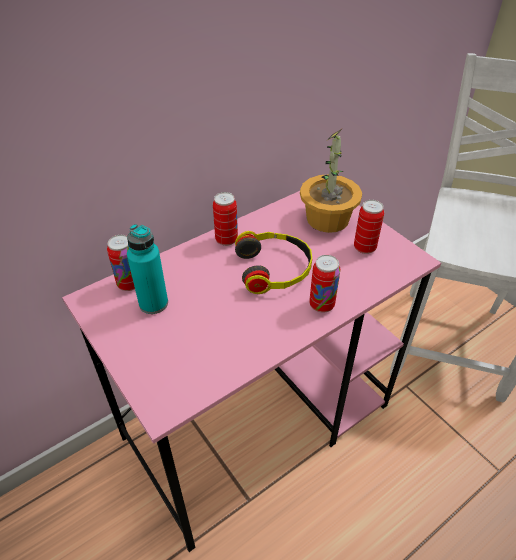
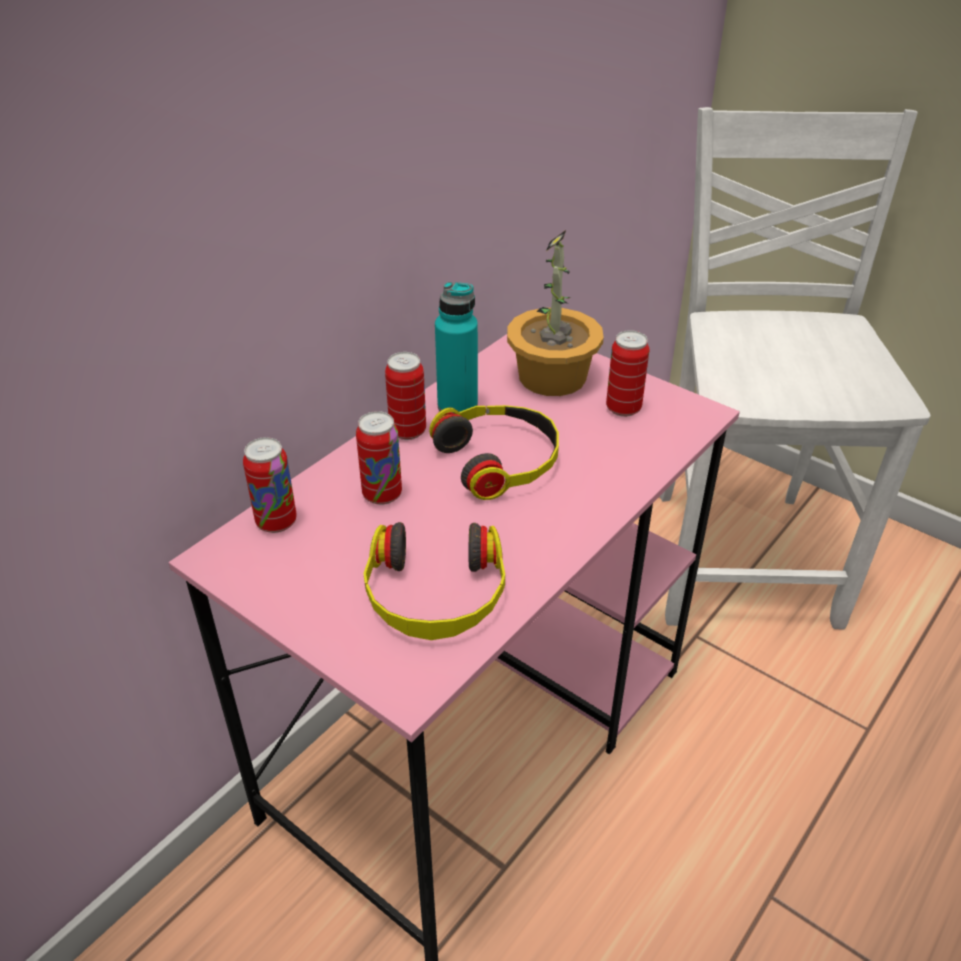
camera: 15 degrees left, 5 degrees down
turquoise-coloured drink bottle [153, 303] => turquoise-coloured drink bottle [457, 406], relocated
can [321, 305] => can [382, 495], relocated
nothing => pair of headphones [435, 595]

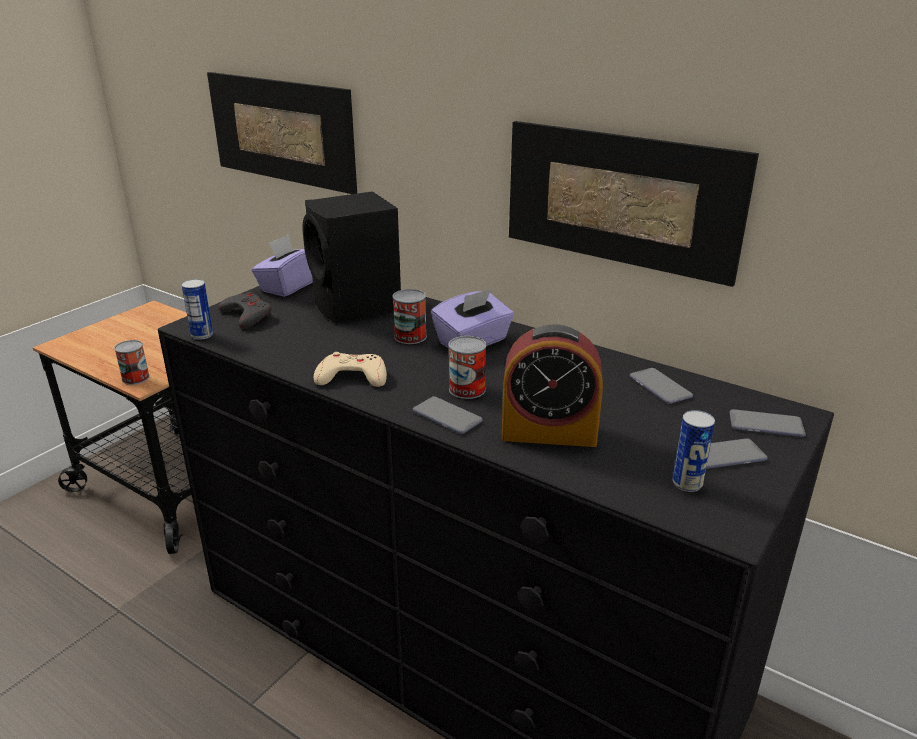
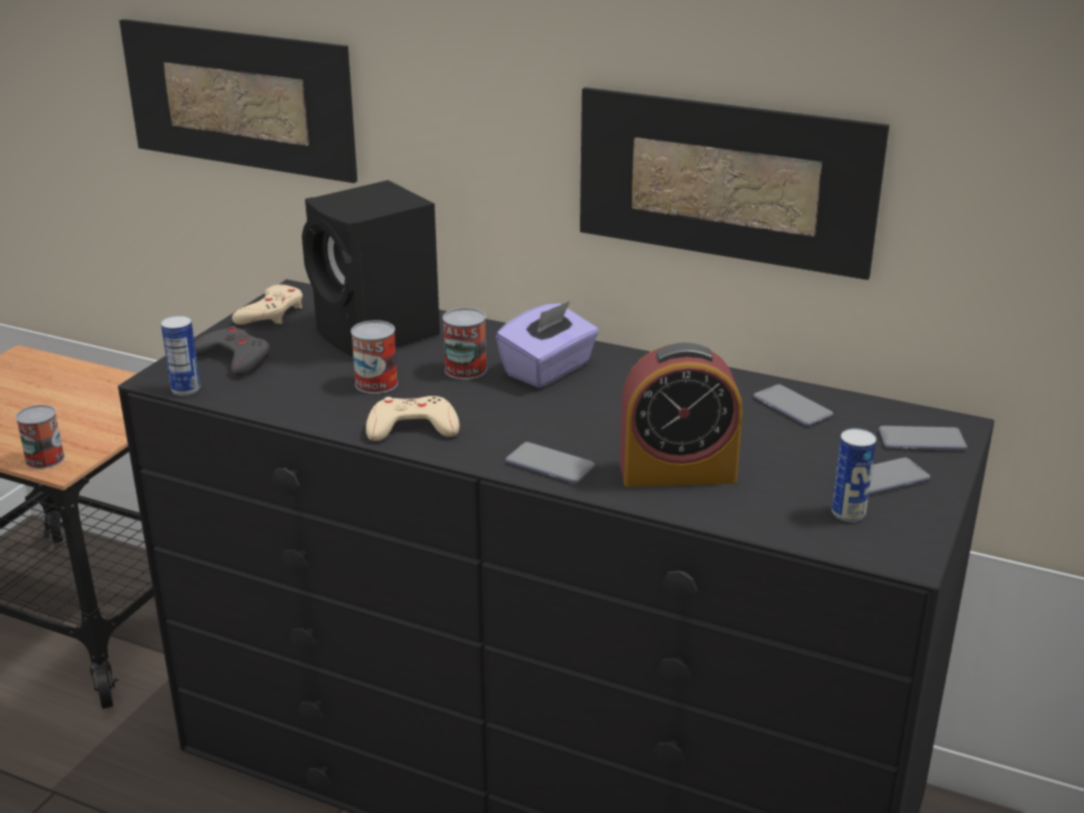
camera: 10 degrees left, 0 degrees up
purple-coloured tissue box [289, 286] => beige joypad [271, 313]
can [467, 389] => can [376, 383], relocated

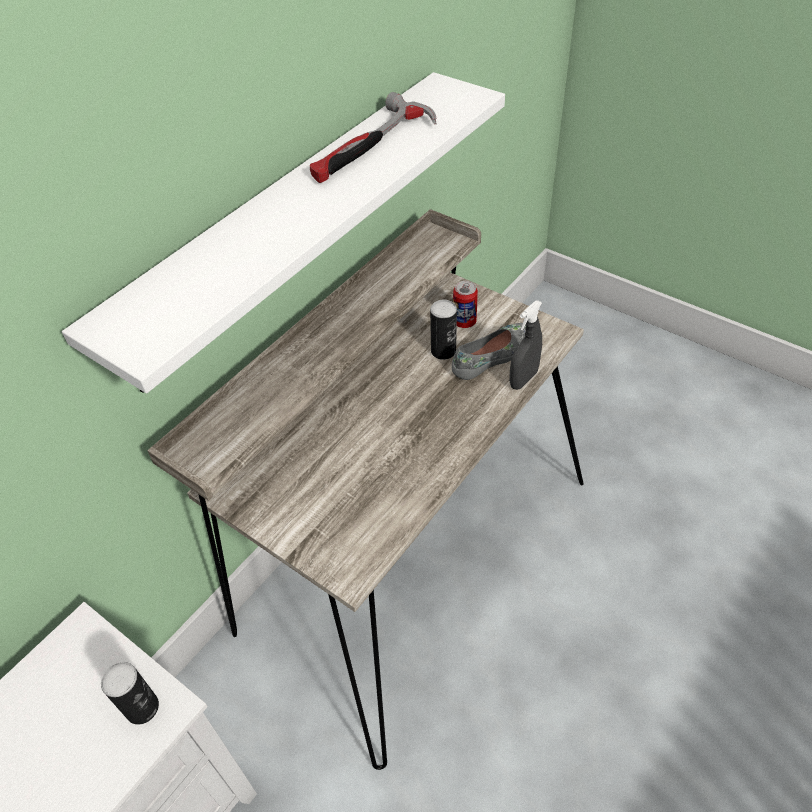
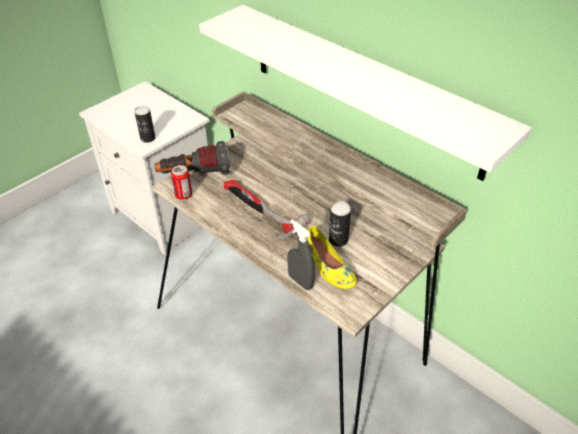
camera: 95 degrees right, 5 degrees down
tool hammer [372, 148] => tool hammer [258, 211], relocated
greyish item of footwear [492, 357] => yellow item of footwear [328, 267]
can [464, 322] => can [183, 195], relocated
nothing => hand torch [194, 175]

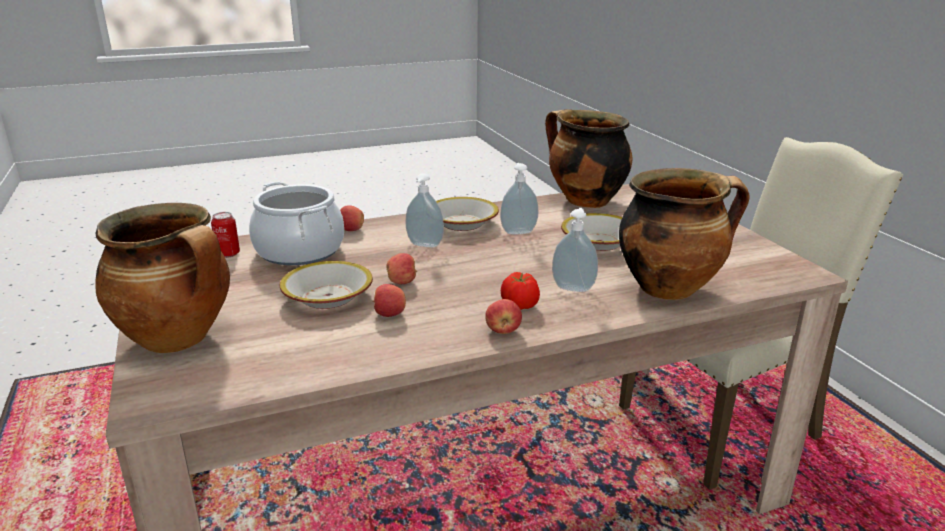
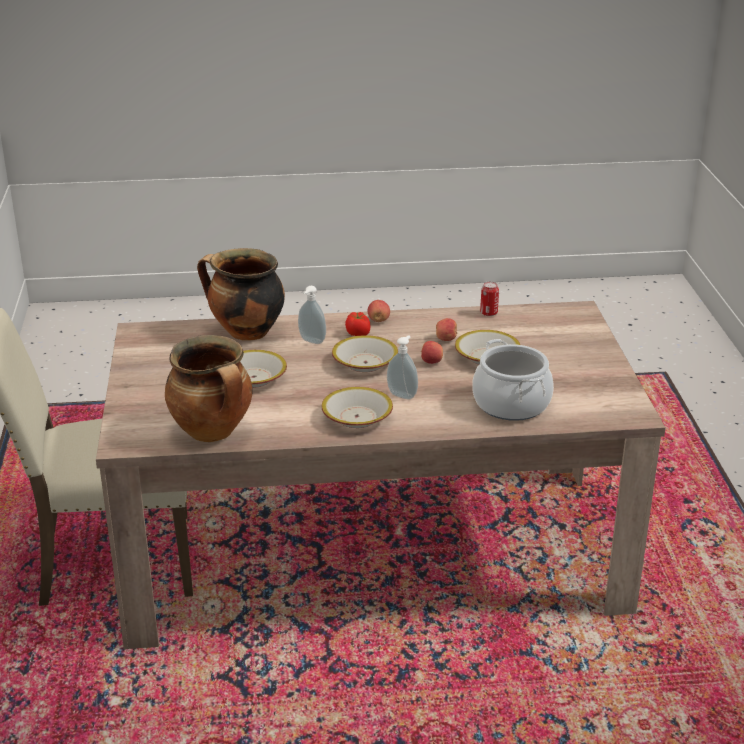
camera: 165 degrees left, 5 degrees up
saucepot [179, 339] => nothing
can [228, 254] => can [488, 313], relocated
apple [351, 230] => nothing
liquid soap bottle [518, 231] => nothing
nothing => bowl [365, 363]

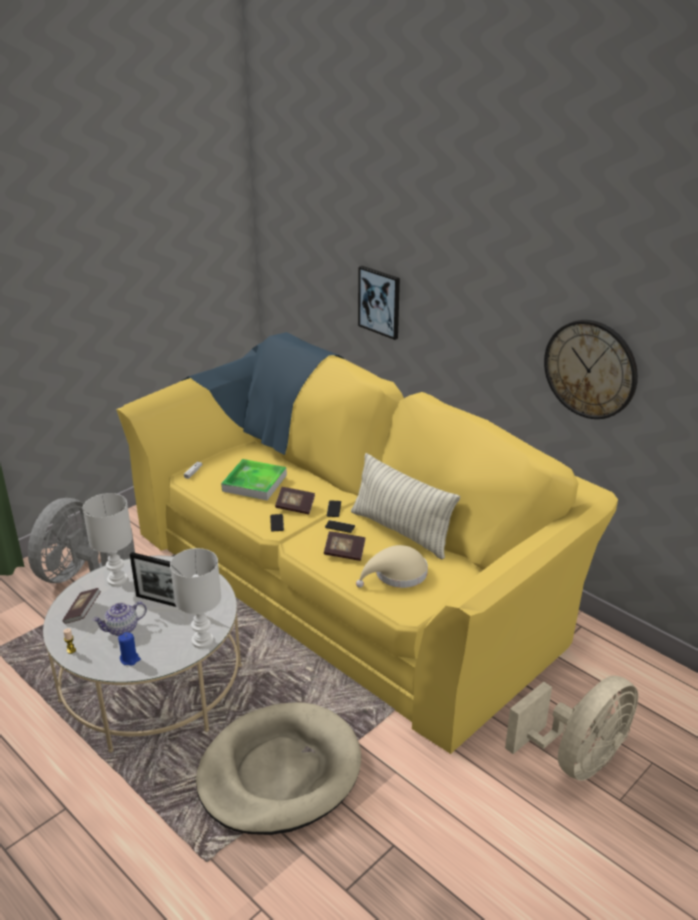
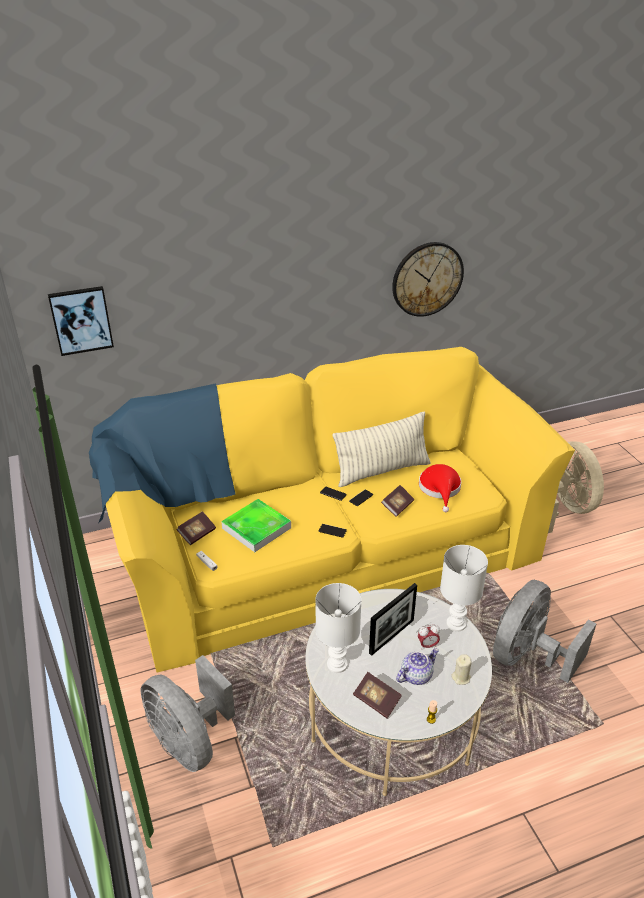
camera: 65 degrees left, 5 degrees up
tea pot [122, 629] => tea pot [416, 675], 120 degrees counterclockwise
blue candle [130, 659] => beige candle [461, 677]
beige dog cushion [279, 772] => greyish cooling fan [527, 656]
book [295, 507] => book [197, 534], relocated
beige wearable hat [397, 575] => red-coloured wearable hat [440, 489]
picture [380, 302] => picture [81, 320], relocated
nothing => bedside clock [427, 645]

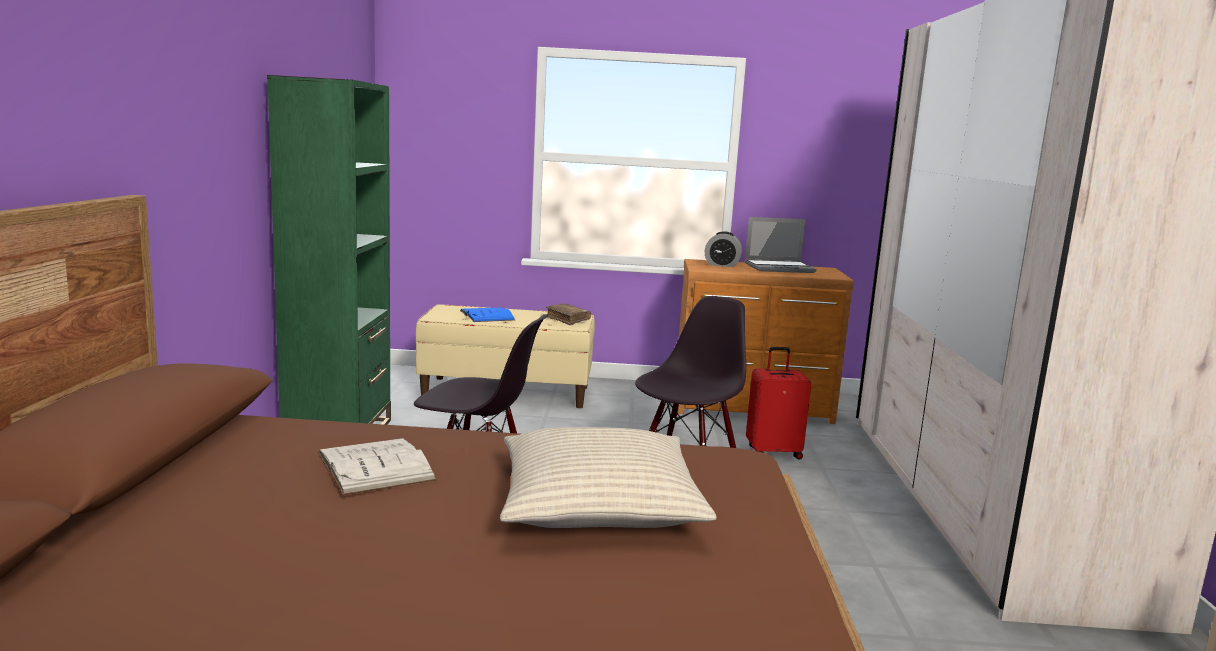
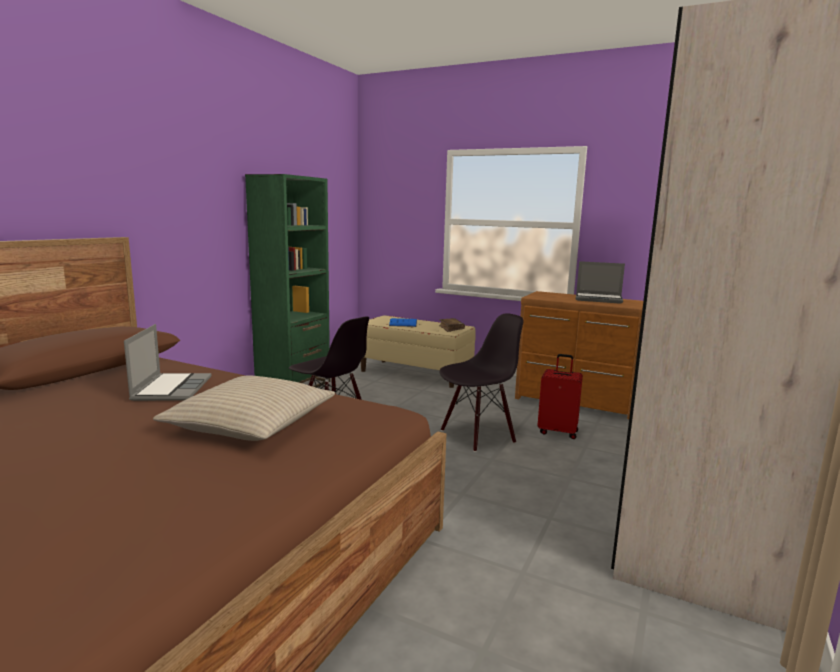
camera: 25 degrees right, 0 degrees up
whitish book [375, 466] => notebook computer [171, 388]
bedside clock [722, 265] => nothing

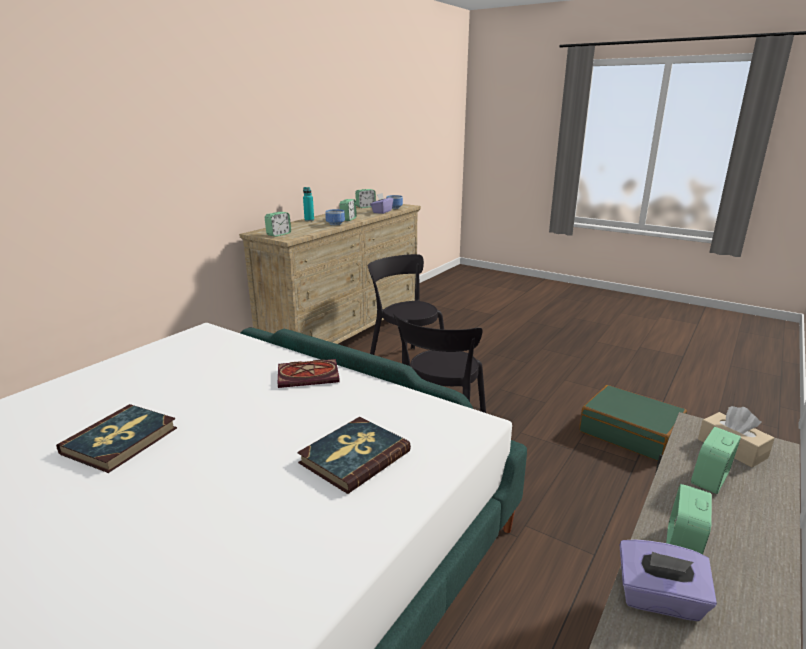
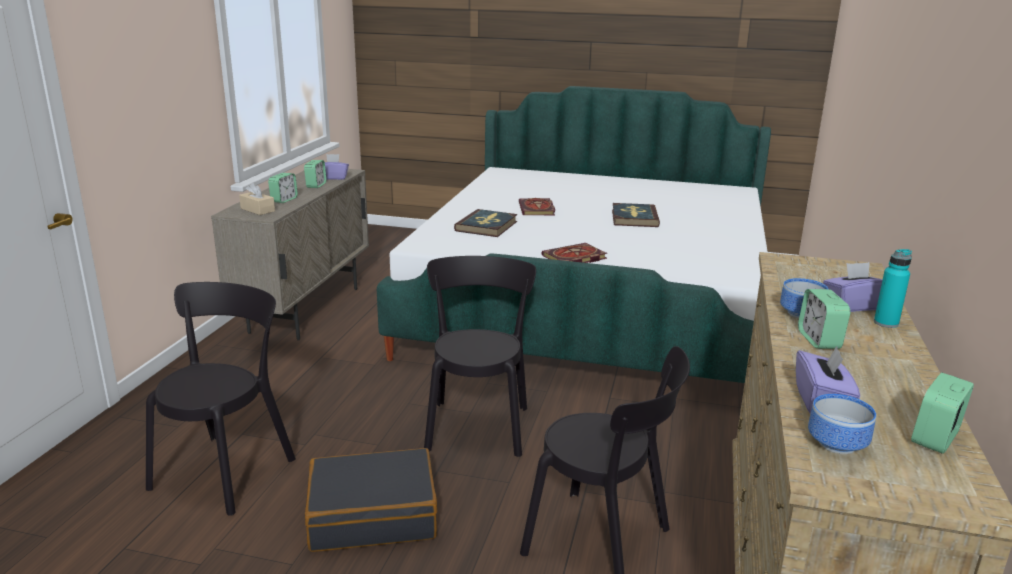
camera: 160 degrees right, 0 degrees up
bedside clock [278, 234] => nothing
greenish piece of luggage [630, 433] => black-coloured chair [227, 470]
nothing => black-coloured piece of luggage [372, 515]
nothing => book [537, 209]
nothing => purple-coloured tissue box [853, 306]

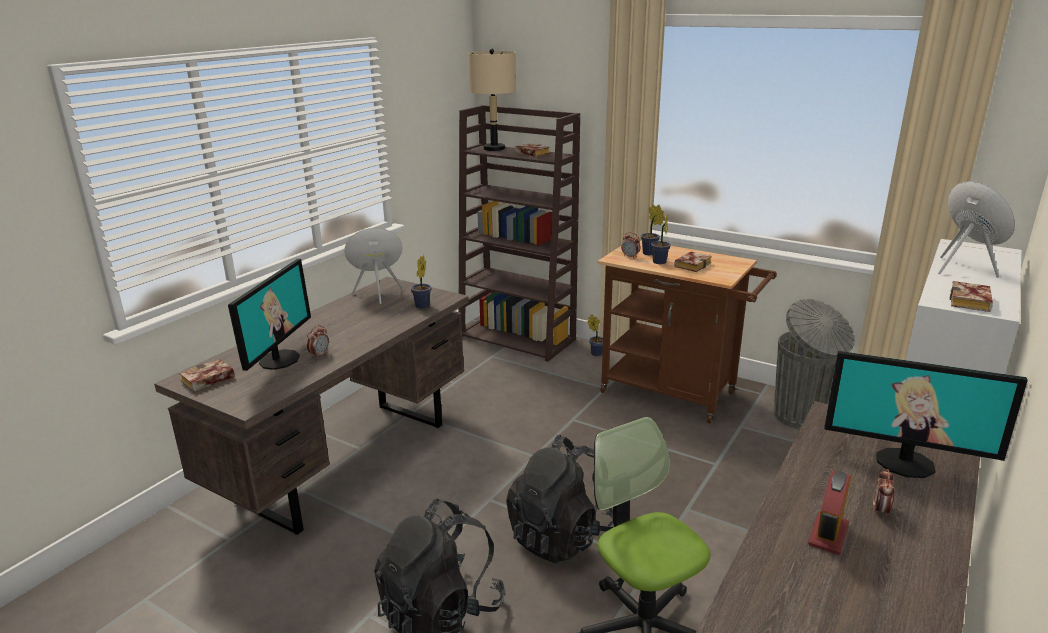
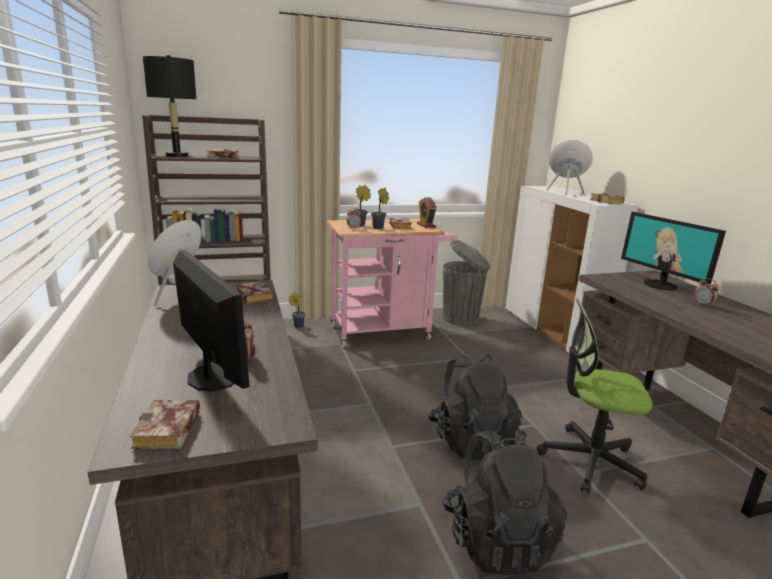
camera: 50 degrees left, 5 degrees down
plant in a pot [421, 307] => book [252, 296]
beige lamp for a table [494, 149] => black-coloured lamp for a table [177, 156]
brown wheeled cart [676, 394] => pinkish wheeled cart [386, 331]
bedside clock [828, 534] => bedside clock [426, 225], relocated
monitor [905, 462] => monitor [661, 285], 90 degrees clockwise

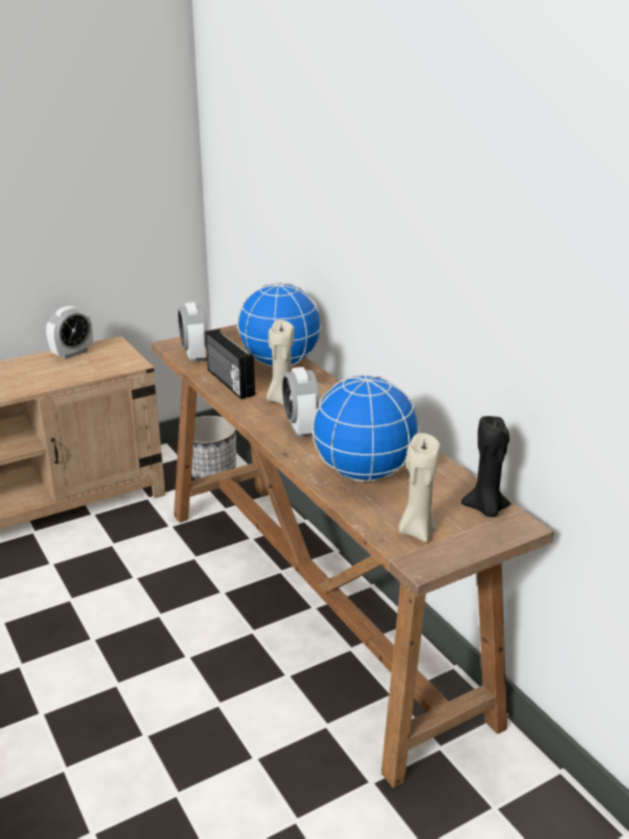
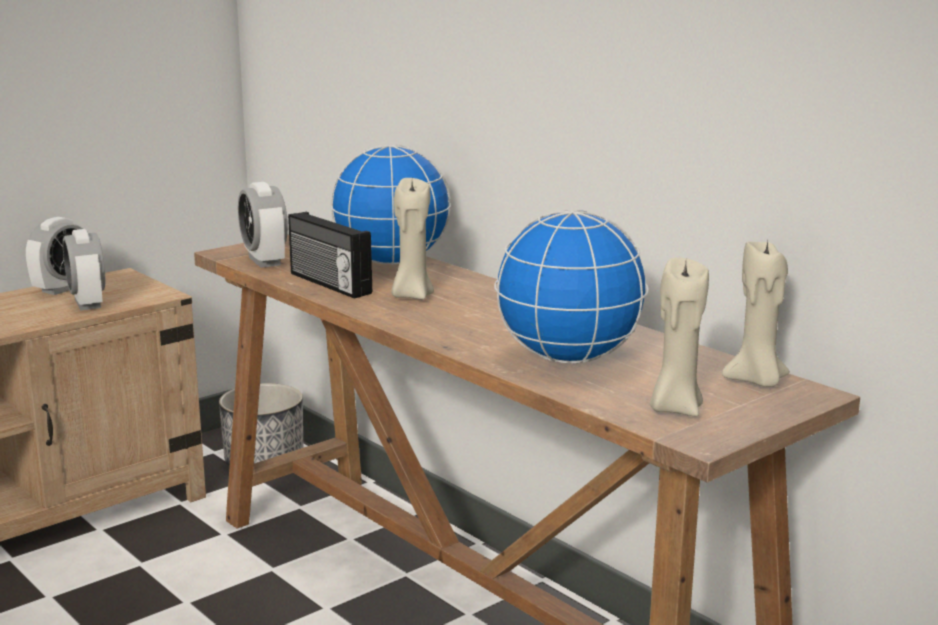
camera: 10 degrees left, 10 degrees down
bedside clock [301, 428] => bedside clock [88, 303], relocated
black-coloured candle [486, 509] => beige candle [757, 381]

